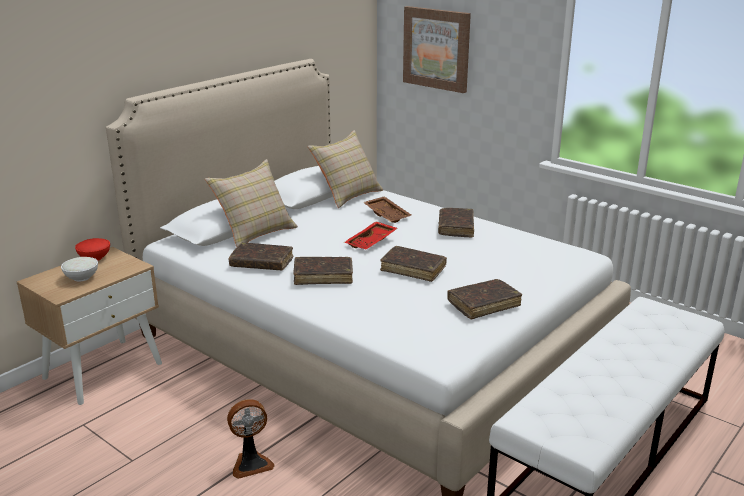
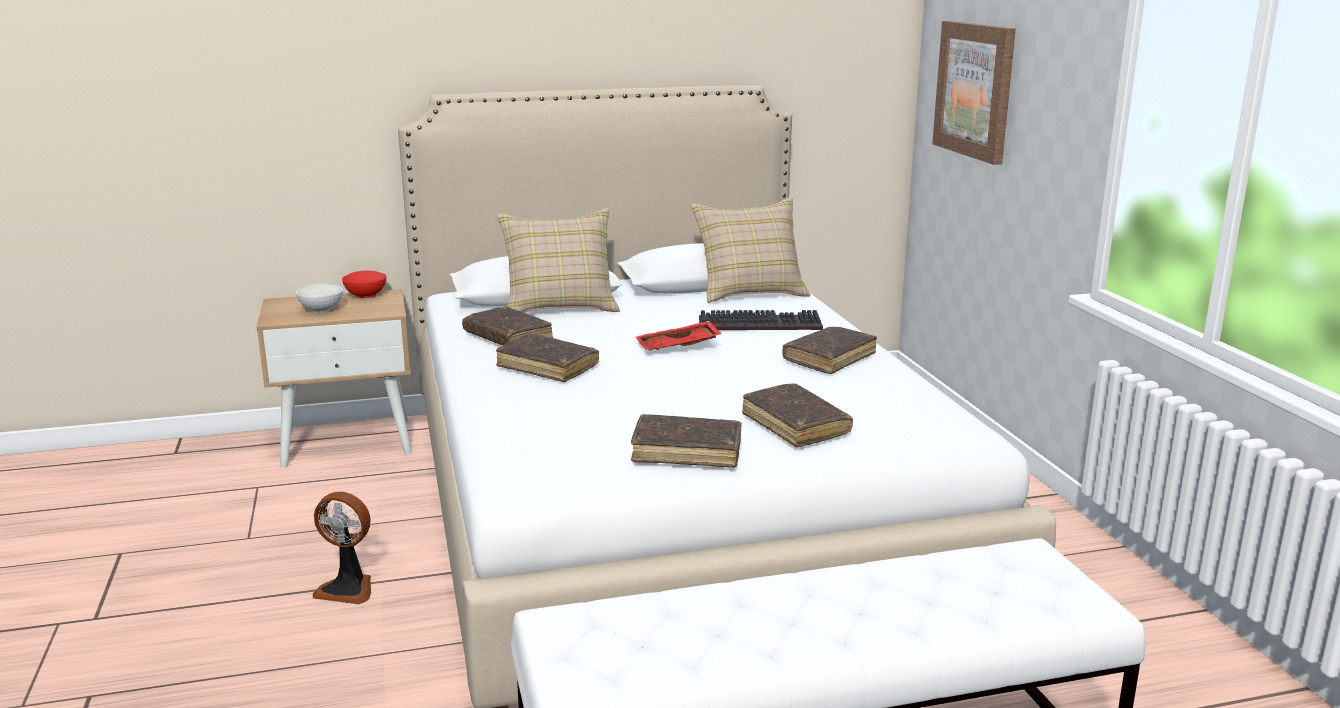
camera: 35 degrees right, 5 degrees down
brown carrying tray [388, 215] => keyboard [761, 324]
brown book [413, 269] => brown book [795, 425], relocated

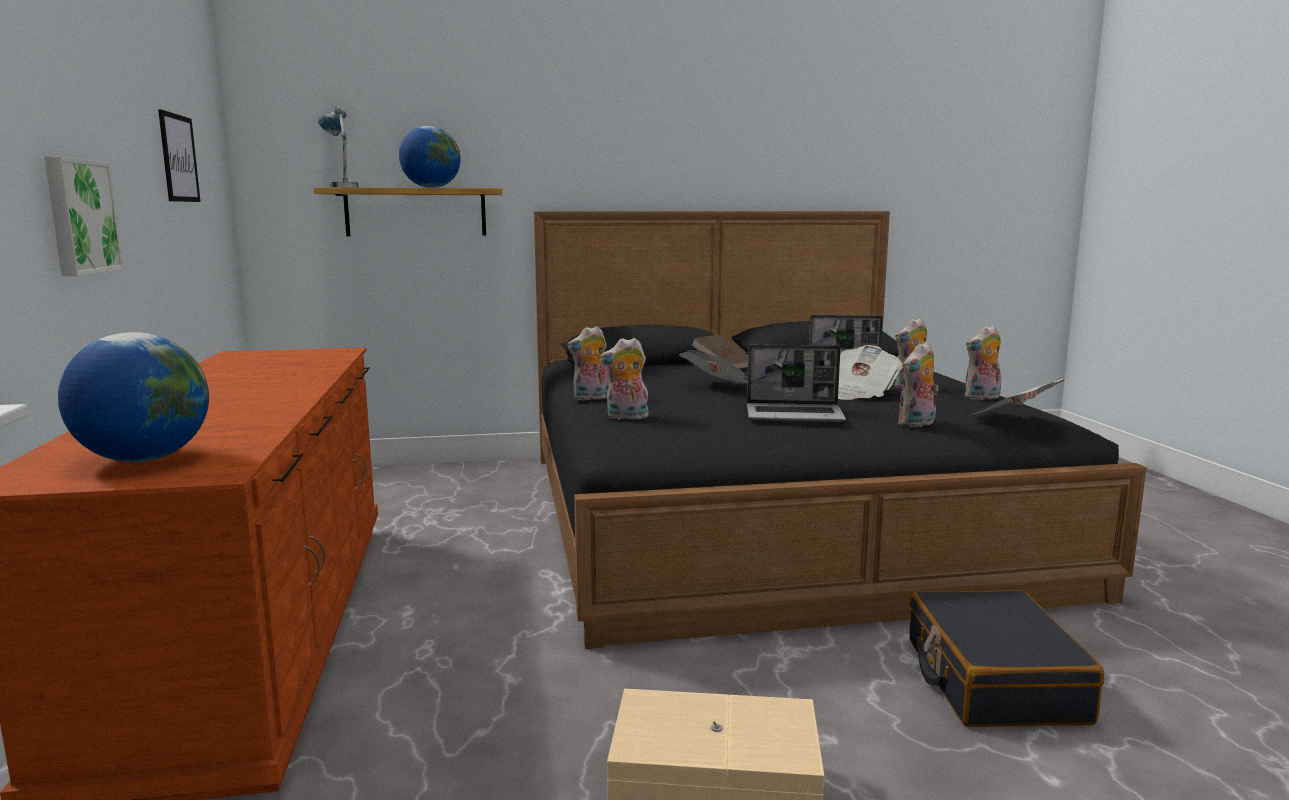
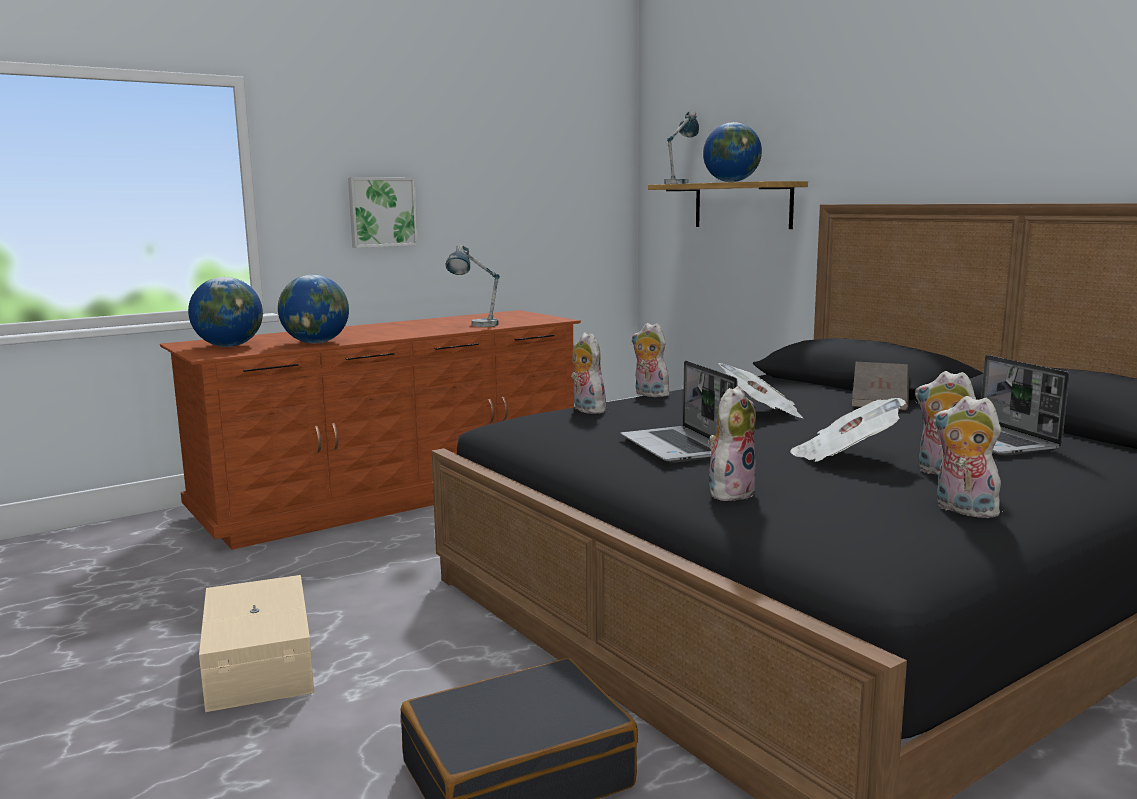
camera: 65 degrees right, 0 degrees up
picture [178, 158] => nothing
soft toy [917, 424] => soft toy [730, 492], 105 degrees clockwise
daily paper [1014, 420] => nothing
nothing => globe [316, 343]
nothing => lamp for a table [476, 326]

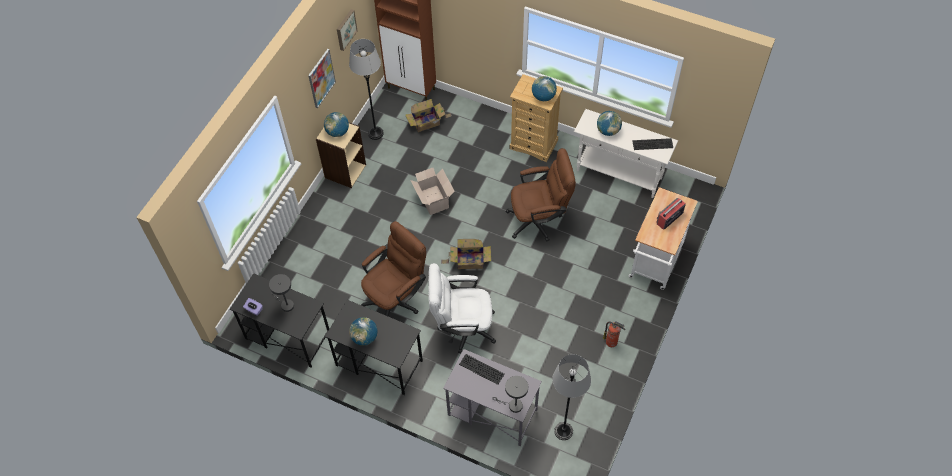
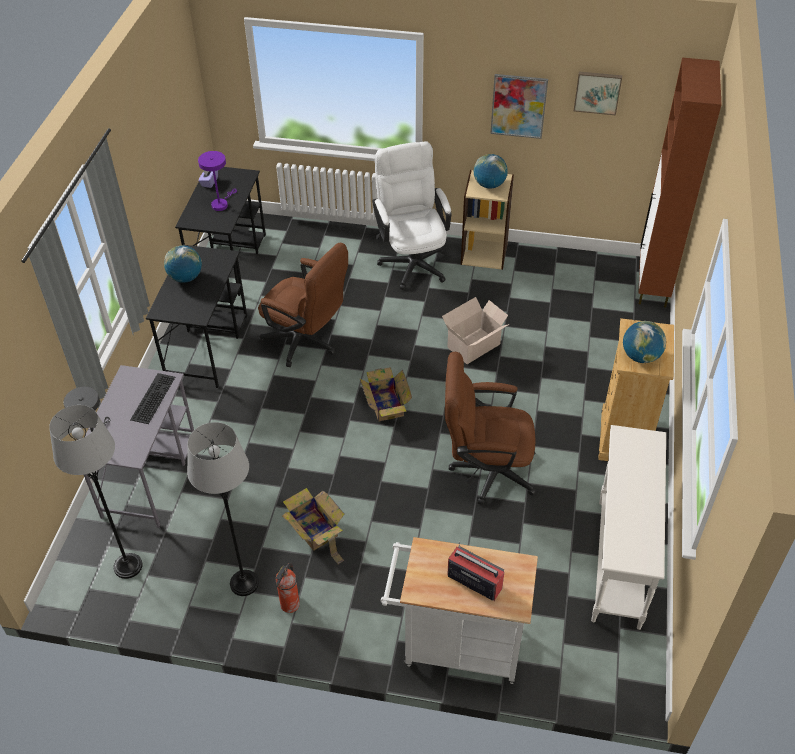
camera: 75 degrees right, 10 degrees down
greyish lamp for a table [285, 304] => purple-coloured lamp for a table [221, 204]
greyish floor lamp [375, 133] => greyish floor lamp [244, 583], relocated
packing box [427, 122] => packing box [315, 531], relocated
whitish desk chair [462, 327] => whitish desk chair [412, 260], relocated
brown desk chair [539, 220] => brown desk chair [485, 470], 120 degrees clockwise
globe [608, 131] => nothing
keyboard [653, 143] => nothing

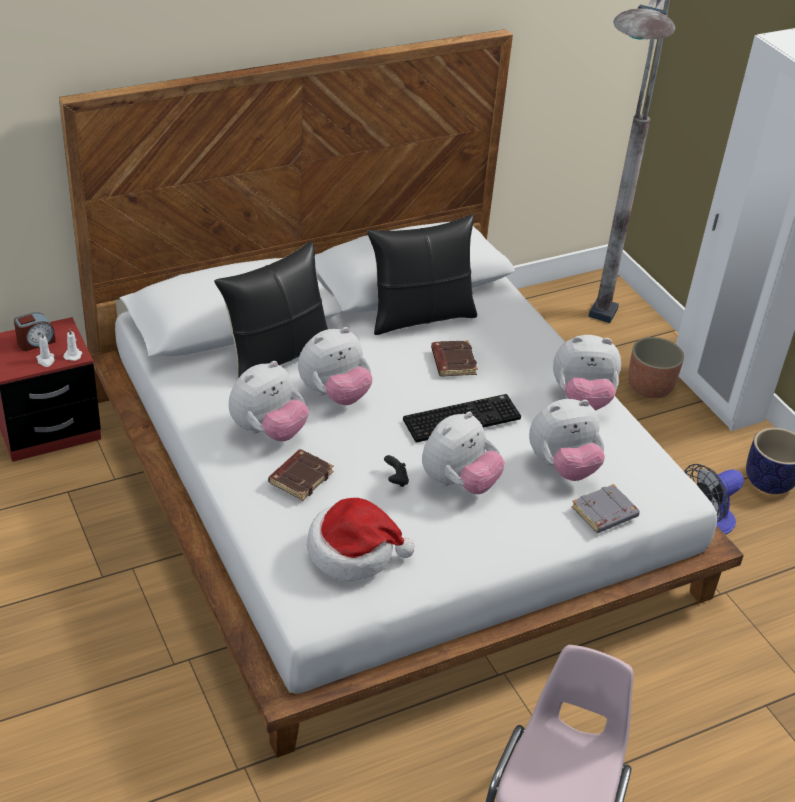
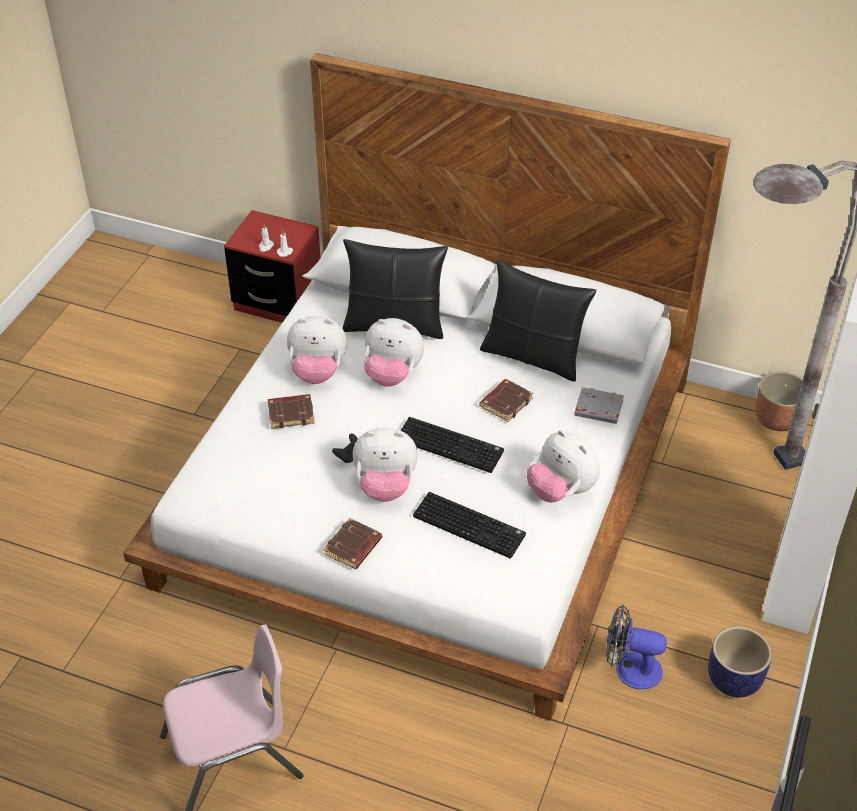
camera: 50 degrees right, 5 degrees up
bedside clock [36, 342] => nothing
wearable hat [353, 551] => nothing
soft toy [562, 467] => keyboard [471, 525]
greyish book [604, 513] => greyish book [597, 409], relocated
plant pot [649, 387] => plant pot [776, 418], relocated
nothing => brown book [353, 547]

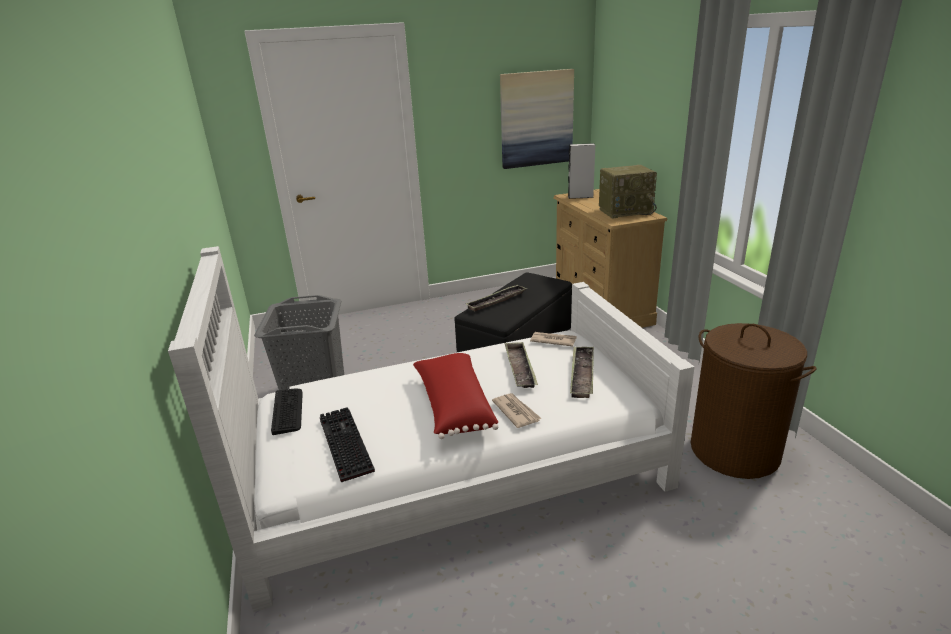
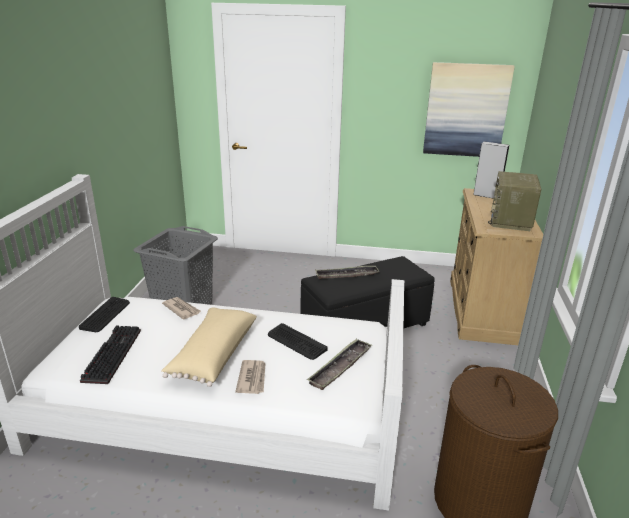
camera: 25 degrees right, 0 degrees up
red-coloured throw pillow [453, 406] => beige throw pillow [212, 355]
carrying tray [520, 368] => keyboard [296, 342]
daily paper [553, 340] => daily paper [181, 309], relocated
radio [625, 211] => radio [511, 221], 90 degrees clockwise

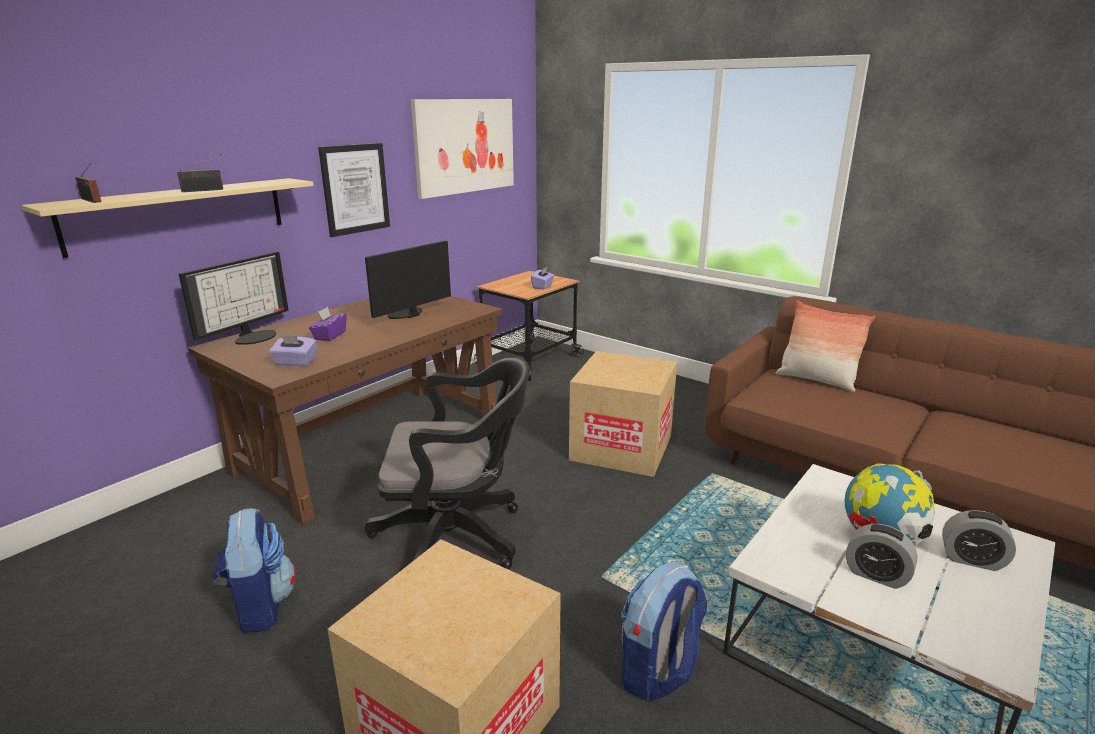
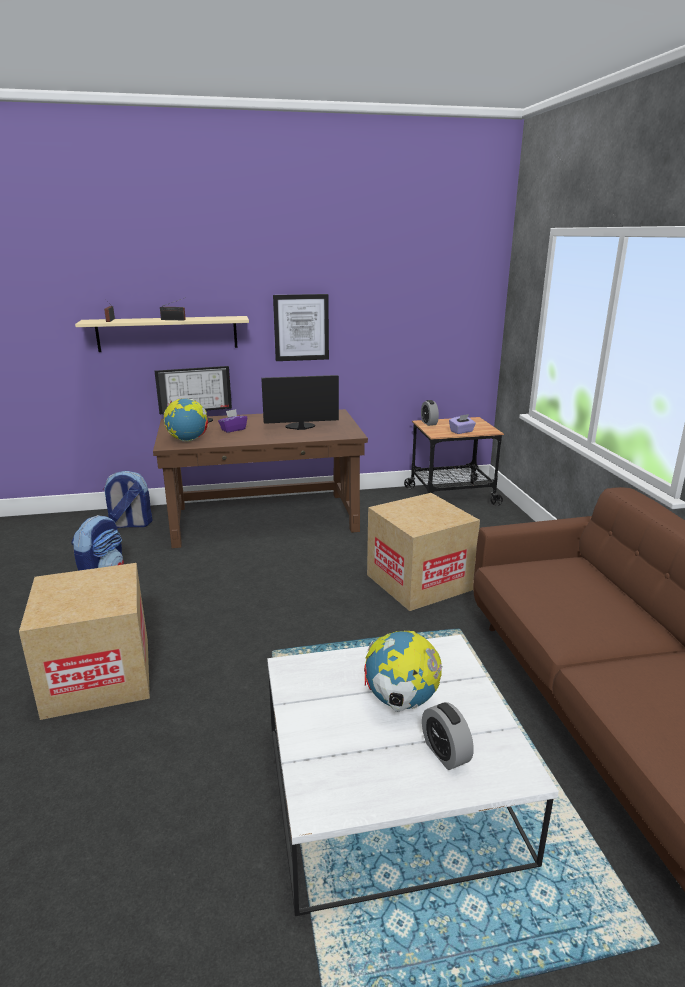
camera: 40 degrees right, 0 degrees up
purple-coloured tissue box [295, 362] => globe [188, 440]
black-coloured desk chair [457, 537] => nothing
picture [465, 146] => nothing
backpack [658, 671] => backpack [130, 524], relocated
throw pillow [816, 380] => nothing
bedside clock [876, 575] => bedside clock [429, 423], relocated

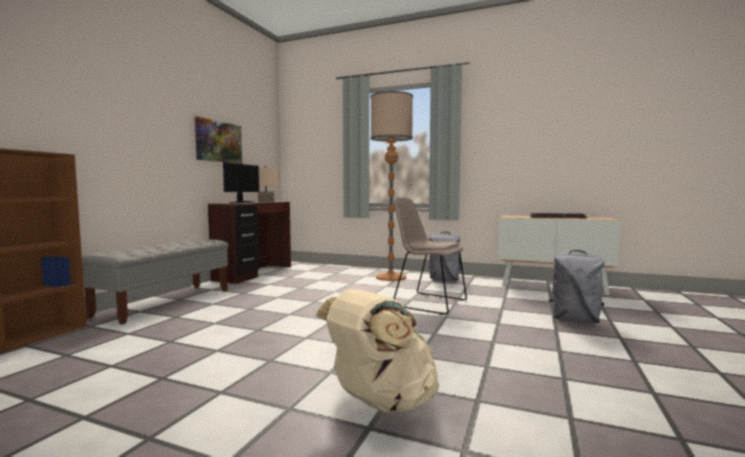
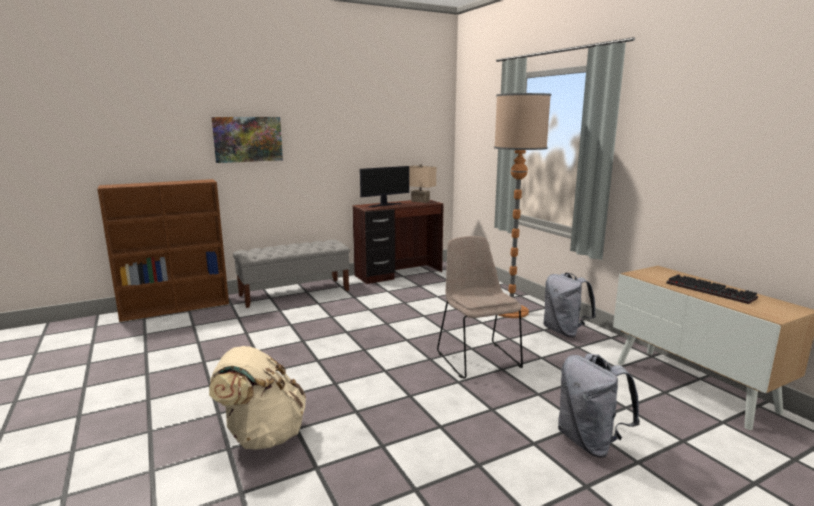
camera: 40 degrees right, 10 degrees up
picture [218, 141] => picture [248, 139], relocated

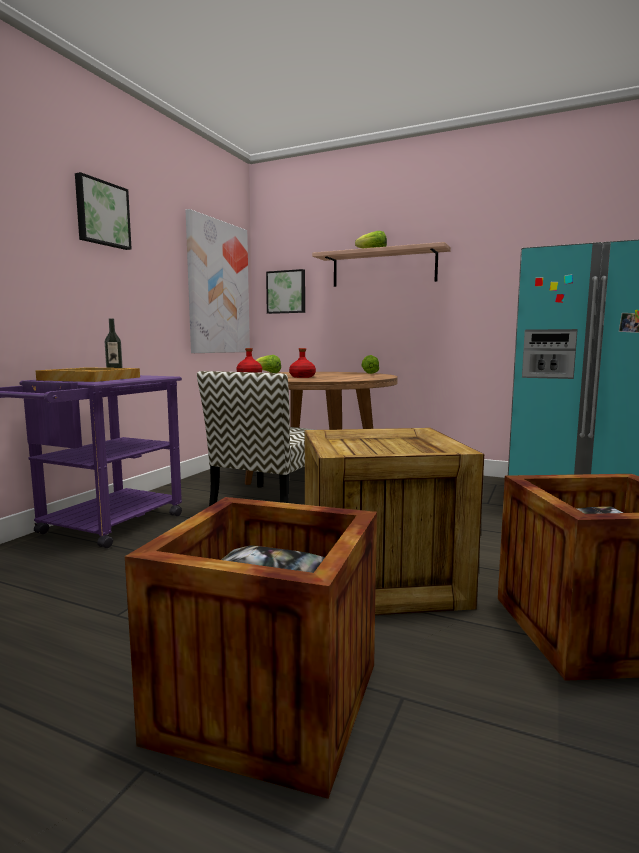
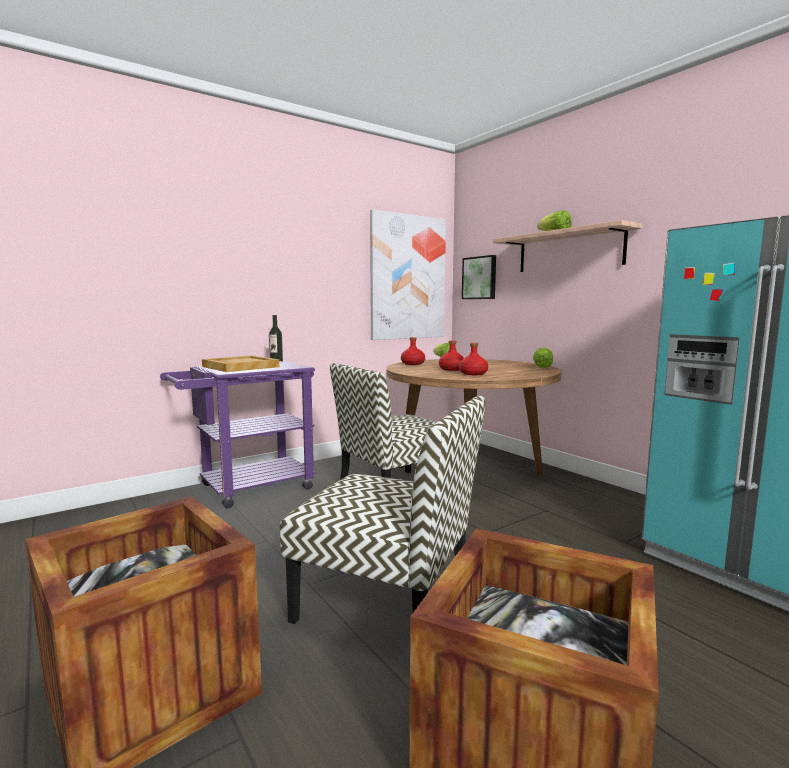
camera: 30 degrees right, 0 degrees up
picture [101, 213] => nothing
shipping crate [383, 578] => chair [388, 603]
nothing => red-coloured drink bottle [473, 374]

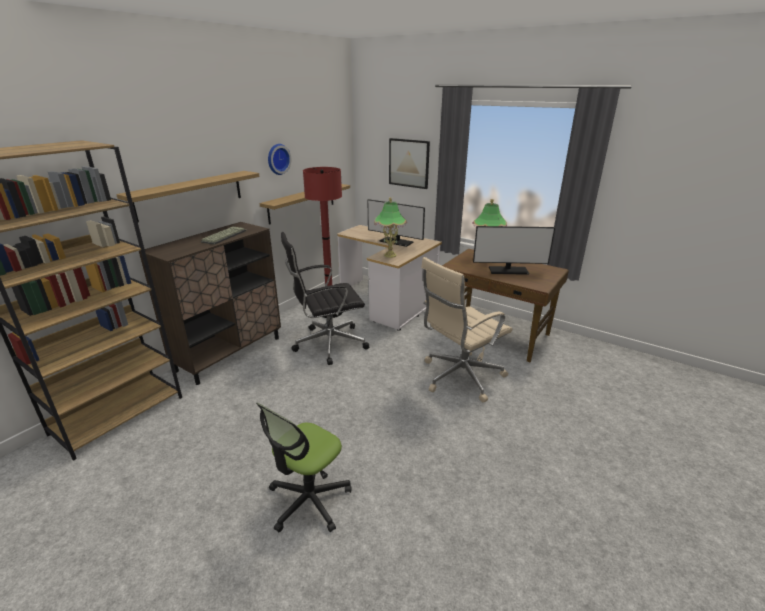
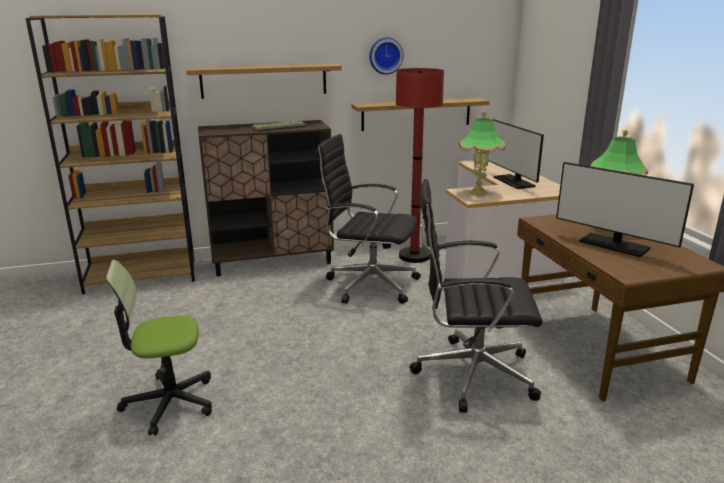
camera: 40 degrees right, 5 degrees down
picture [409, 163] => nothing
beige desk chair [459, 377] => black-coloured desk chair [471, 374]

